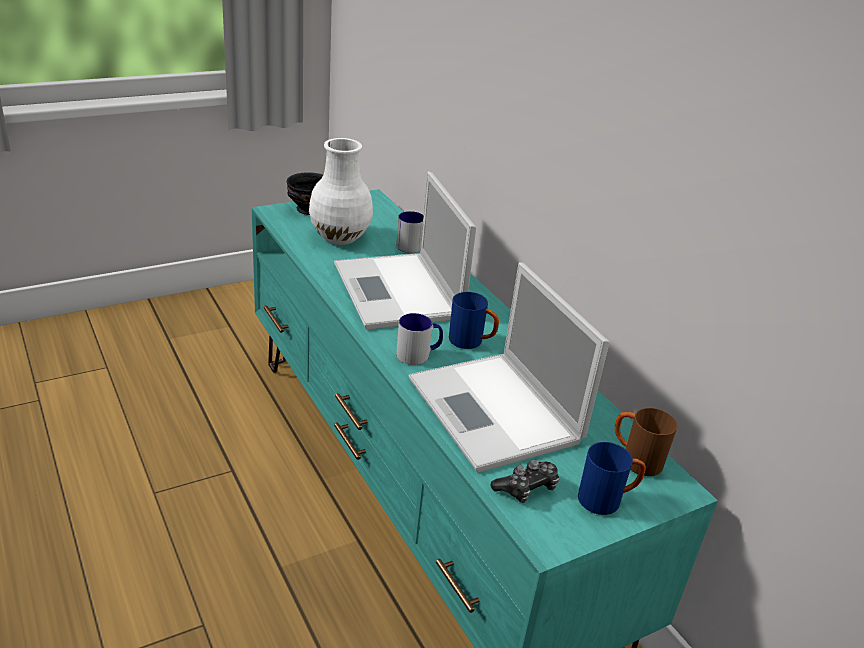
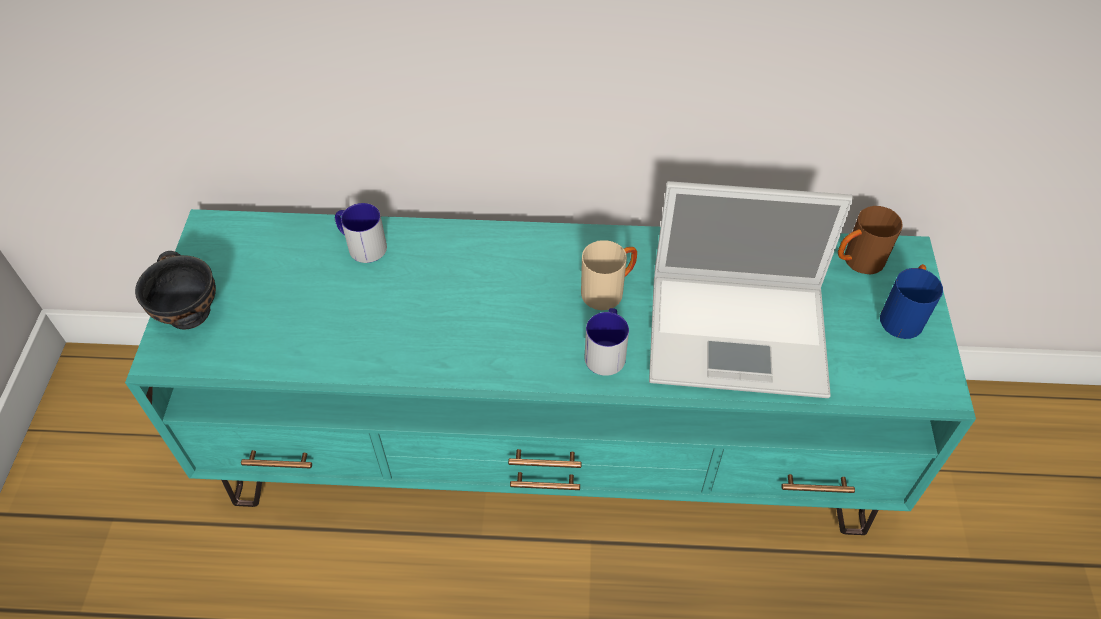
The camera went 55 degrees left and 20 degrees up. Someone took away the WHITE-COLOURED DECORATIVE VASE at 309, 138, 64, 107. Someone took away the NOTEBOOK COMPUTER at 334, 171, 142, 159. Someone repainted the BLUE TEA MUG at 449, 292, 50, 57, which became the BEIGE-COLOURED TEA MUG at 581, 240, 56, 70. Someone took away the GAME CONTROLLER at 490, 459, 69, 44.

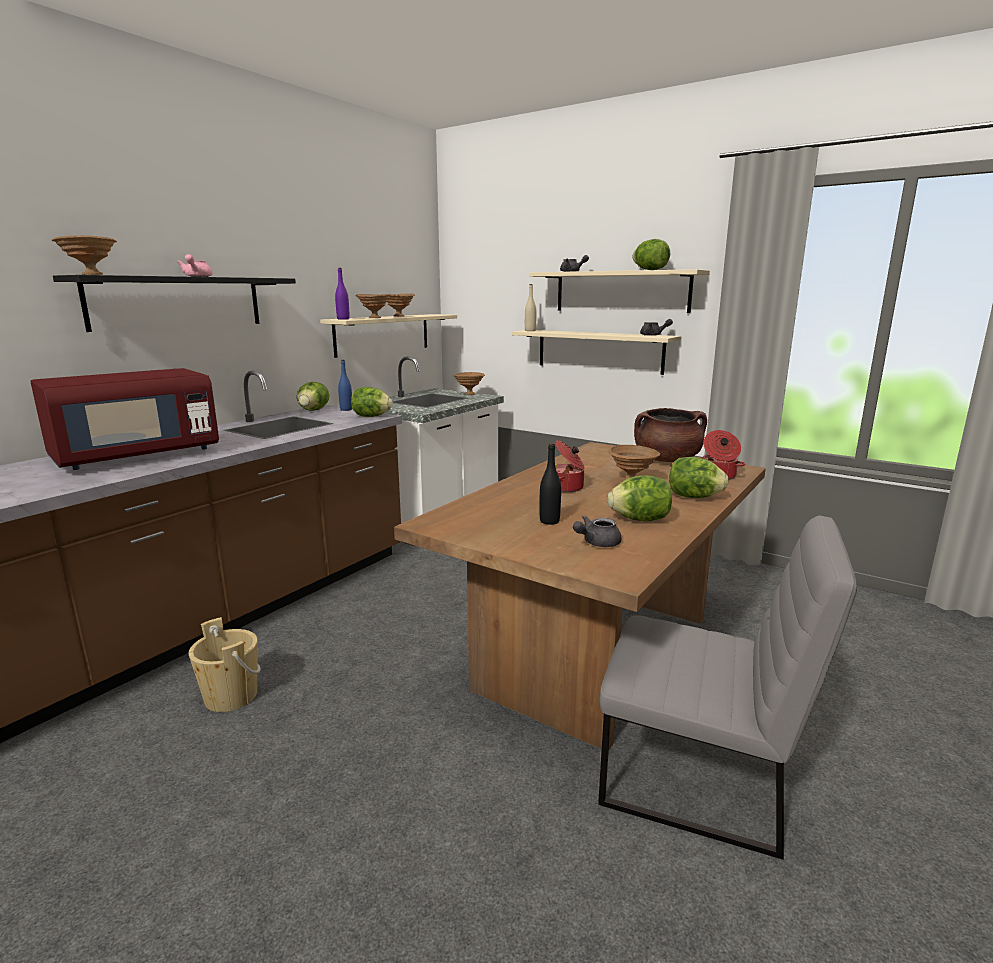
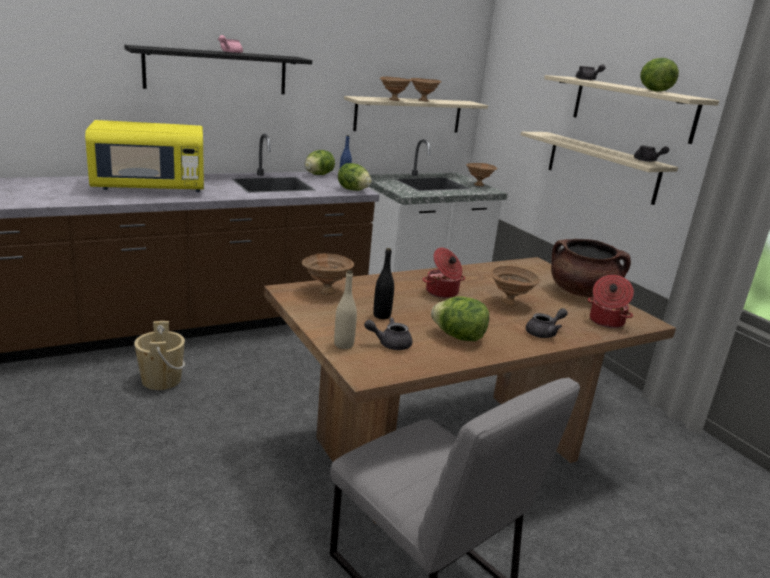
The camera went 25 degrees right and 5 degrees up. Someone repainted the RED MICROWAVE at 31, 368, 188, 102, which became the YELLOWISH MICROWAVE at 85, 120, 119, 72. Someone carried the BROWN SERVING BOWL from 52, 235, 65, 40 to 302, 253, 52, 42. Someone took away the PURPLISH BOTTLE at 335, 268, 14, 52. Someone carried the BEIGE-COLOURED BOTTLE from 525, 284, 12, 47 to 334, 270, 23, 79. Someone swapped the LETTUCE at 669, 457, 60, 41 for the GREYISH TEA POT at 526, 308, 42, 30.

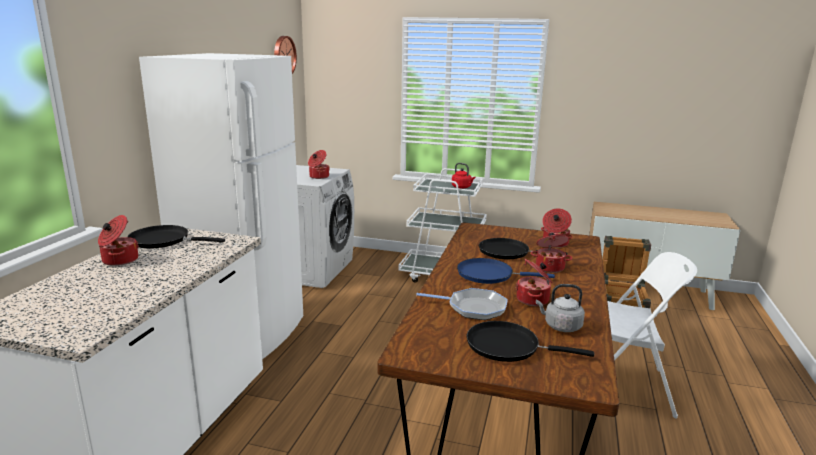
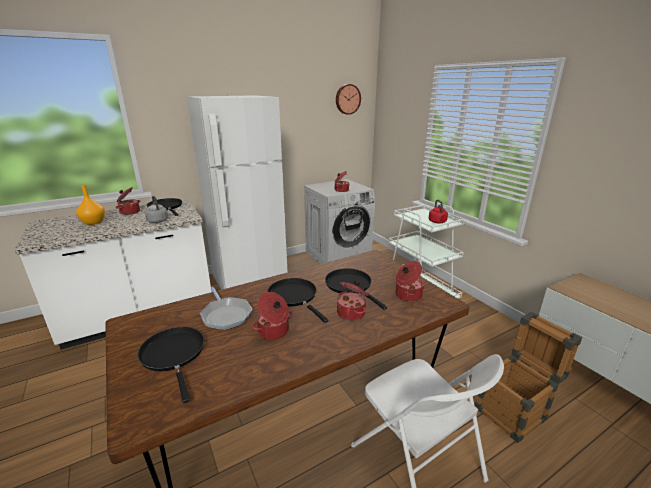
The camera went 45 degrees right and 5 degrees up. Someone repainted the BLUE FRYING PAN at 457, 258, 98, 26, which became the BLACK-COLOURED FRYING PAN at 267, 278, 61, 45. Someone carried the GREYISH KETTLE from 536, 284, 49, 48 to 145, 196, 23, 27. Someone put down the ORANGE-COLOURED DECORATIVE VASE at 76, 185, 29, 40.

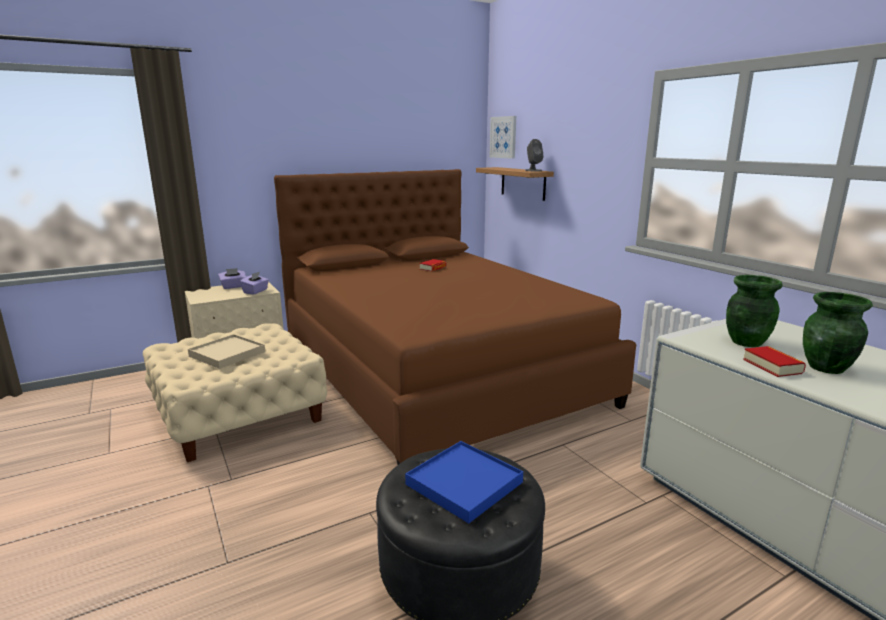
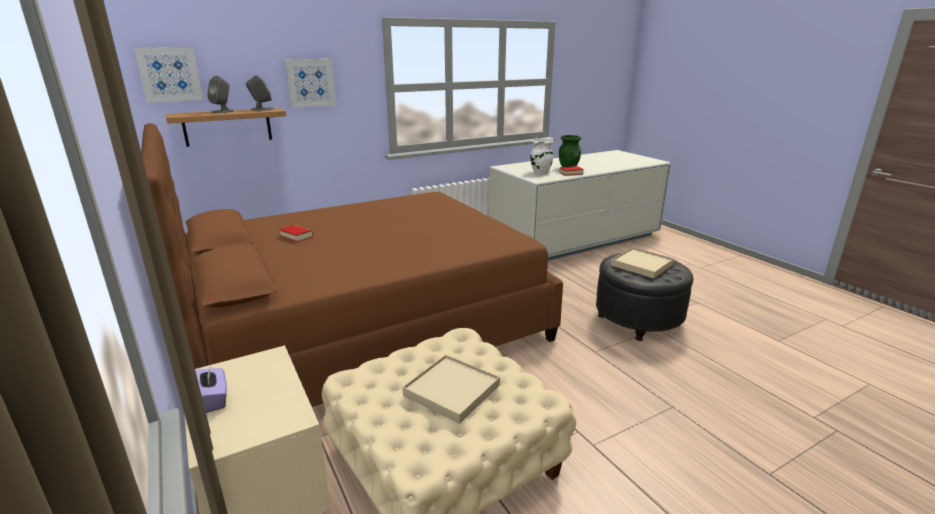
The camera went 90 degrees left and 5 degrees up. Someone took away the PURPLISH BOX OF TISSUES at 240, 272, 29, 22. Someone repainted the BLUE SERVING TRAY at 405, 441, 118, 82, which became the BEIGE-COLOURED SERVING TRAY at 611, 247, 63, 31. Someone repainted the GREEN-COLOURED DECORATIVE VASE at 726, 275, 56, 72, which became the WHITE-COLOURED DECORATIVE VASE at 531, 138, 22, 36. Someone put down the GREYISH AUDIO SPEAKER at 207, 76, 27, 37. Someone put up the WALL ART at 285, 59, 51, 49.

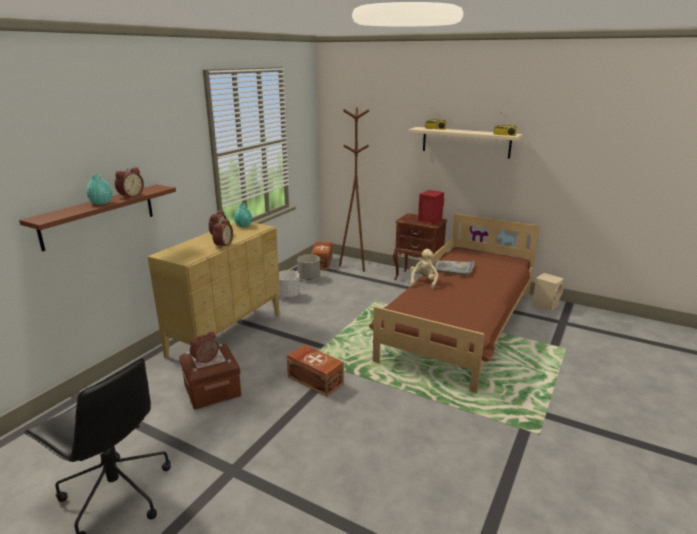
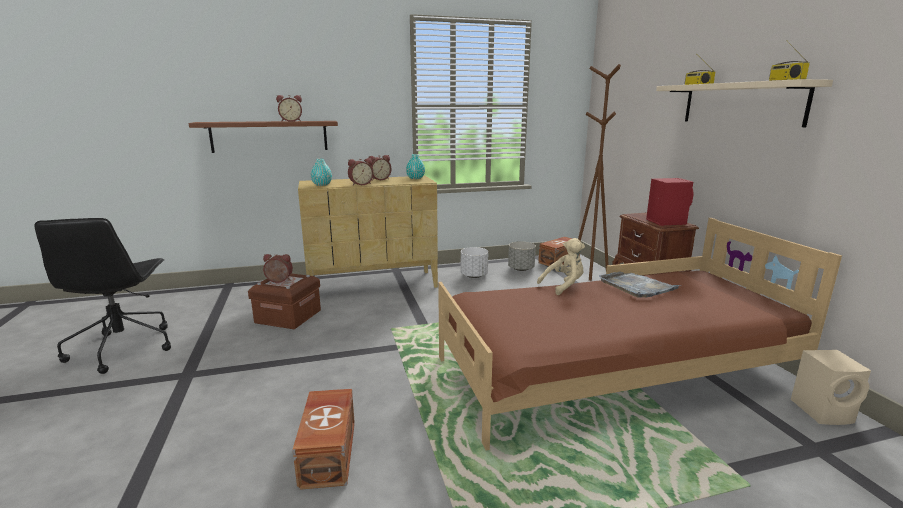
The camera went 45 degrees right and 5 degrees down. Someone carried the BLUE-GREEN DECORATIVE VASE from 87, 174, 25, 31 to 311, 159, 21, 27. Someone carried the BROWN STORAGE BIN from 287, 344, 57, 53 to 292, 389, 63, 101.

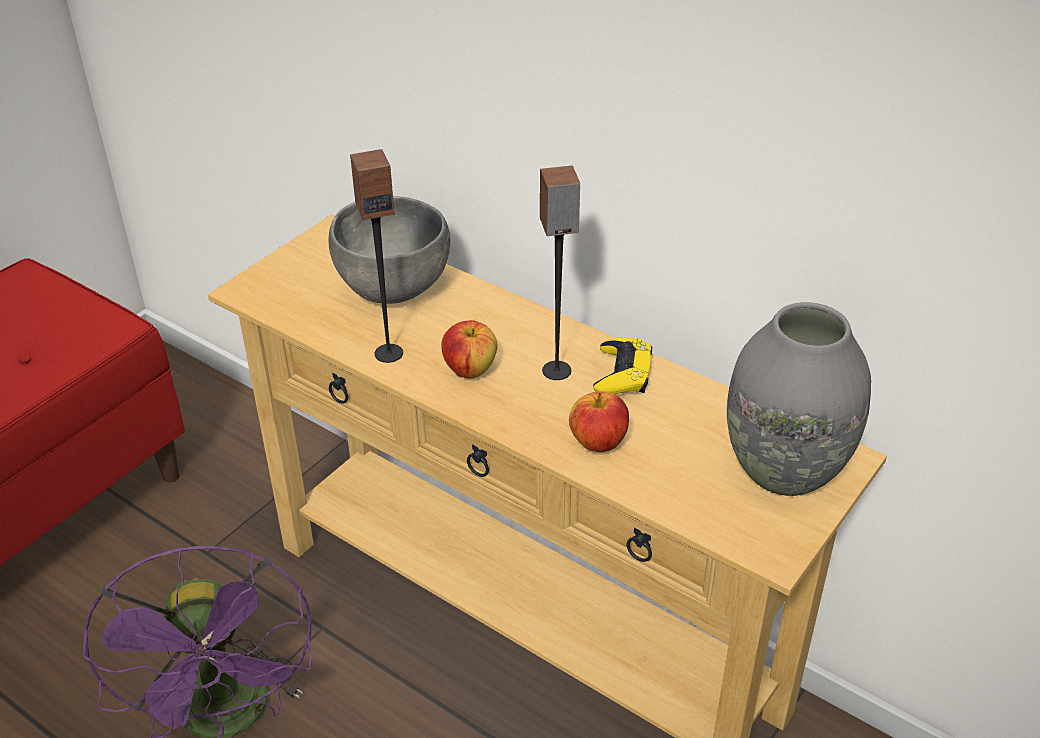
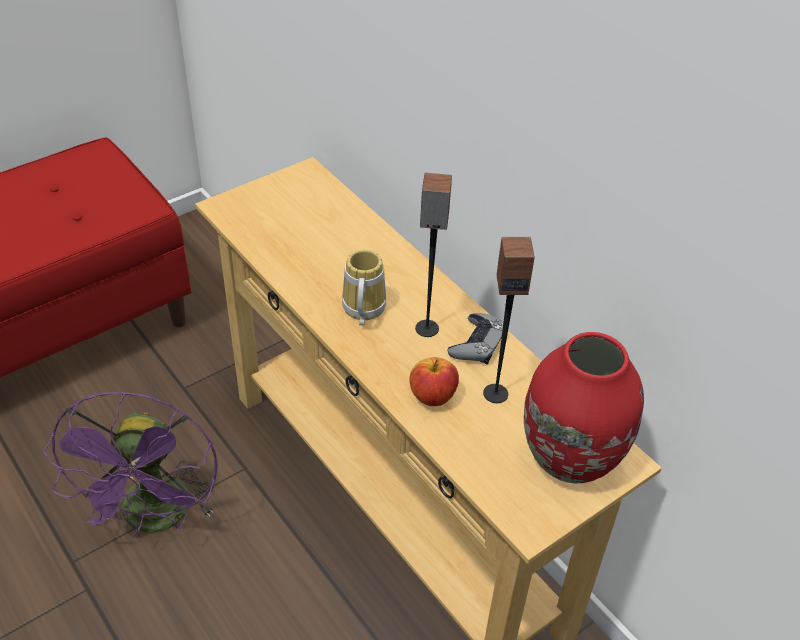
The camera went 15 degrees right and 5 degrees up. Someone took away the GREYISH SERVING BOWL at 328, 196, 122, 108. Someone carried the AUDIO SPEAKER from 350, 149, 53, 214 to 483, 237, 52, 166. Someone swapped the WHOLE APPLE at 441, 320, 57, 58 for the TEA MUG at 342, 249, 44, 77. Someone repainted the YELLOWISH GAME CONTROLLER at 593, 337, 59, 57, which became the GREYISH GAME CONTROLLER at 448, 313, 55, 51. Someone repainted the GREYISH DECORATIVE VASE at 727, 302, 144, 194, which became the RED DECORATIVE VASE at 524, 332, 120, 151.

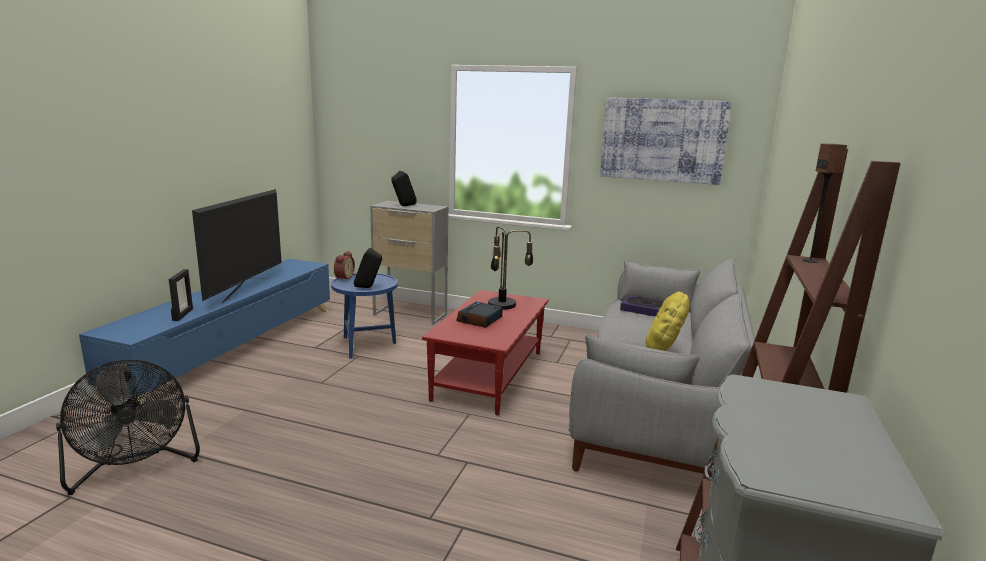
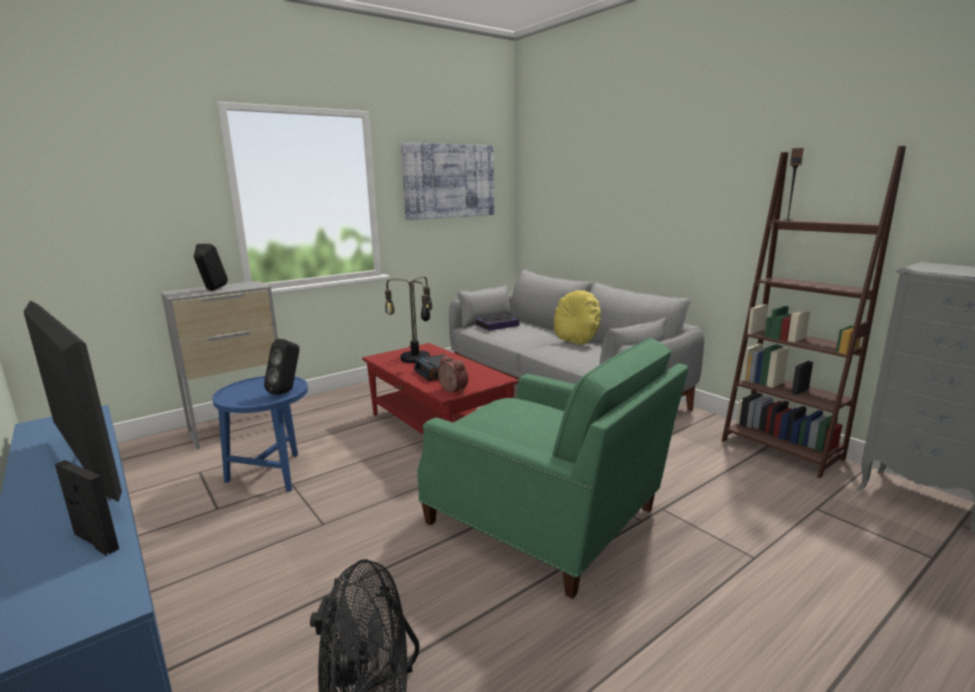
The camera went 55 degrees left and 0 degrees up. Someone carried the ALARM CLOCK from 334, 251, 21, 30 to 438, 355, 30, 38. Someone put down the GREEN-COLOURED LOUNGE CHAIR at 417, 337, 272, 262.

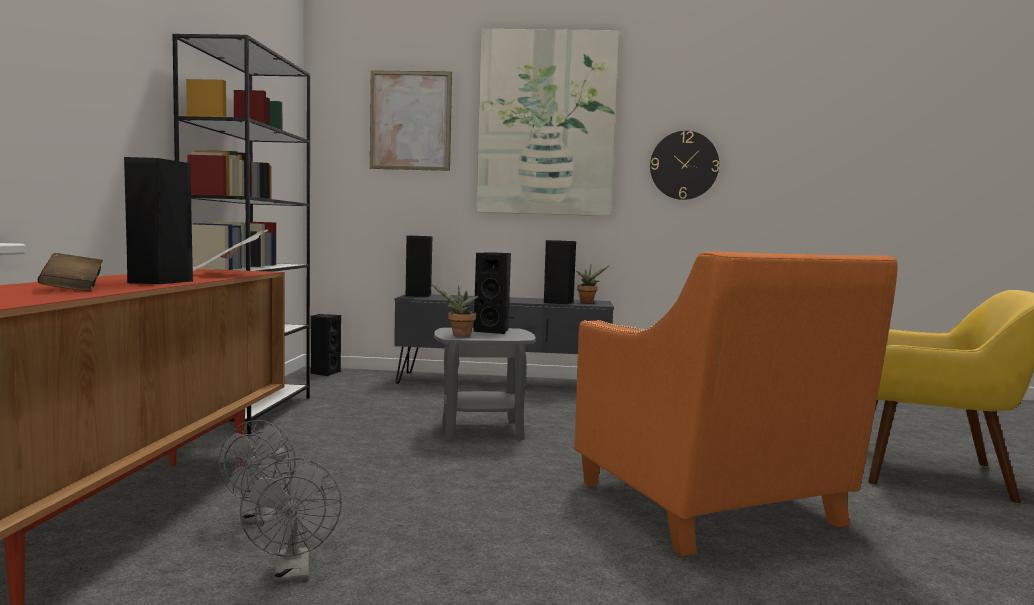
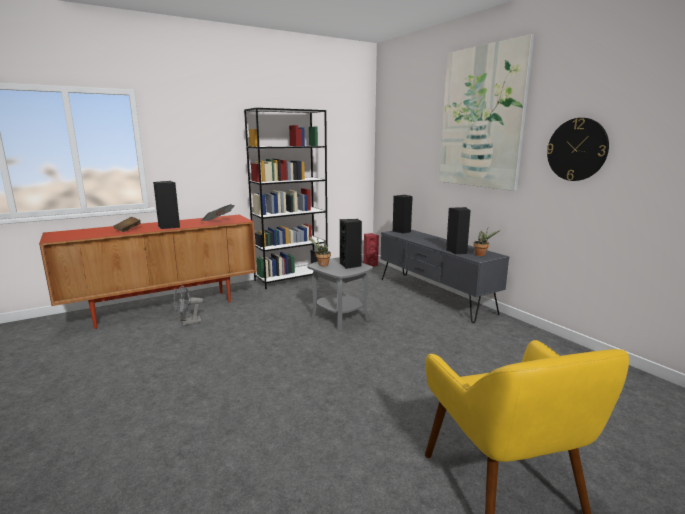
The camera went 55 degrees right and 10 degrees up. Someone took away the GREYISH FAN at 240, 458, 102, 125. Someone repainted the BLACK-COLOURED AUDIO SPEAKER at 311, 314, 30, 62, which became the RED AUDIO SPEAKER at 364, 233, 15, 34. Someone took away the WALL ART at 370, 70, 82, 101. Someone took away the ORANGE-COLOURED LOUNGE CHAIR at 574, 252, 324, 304.

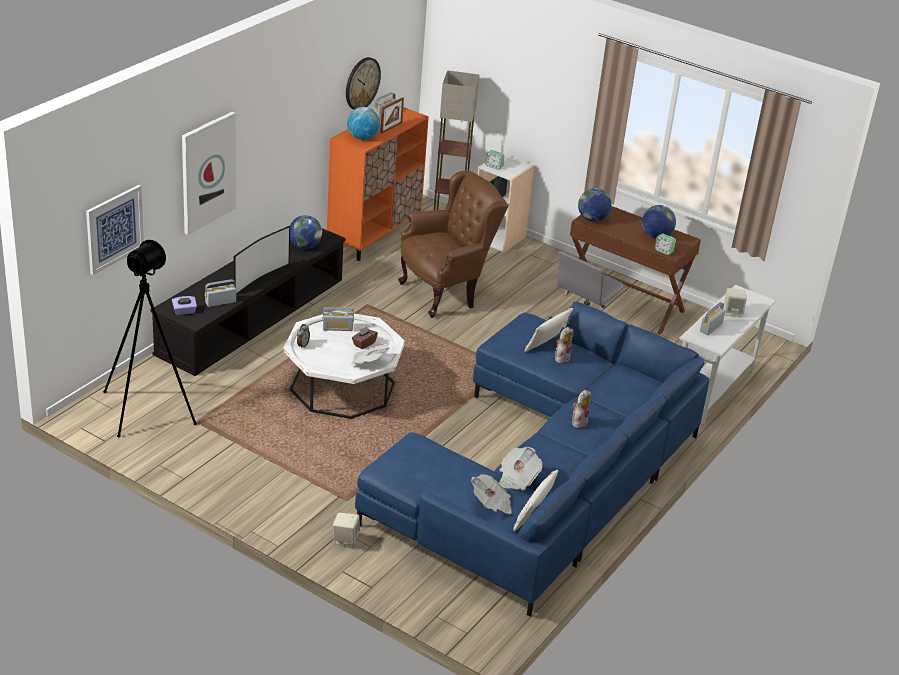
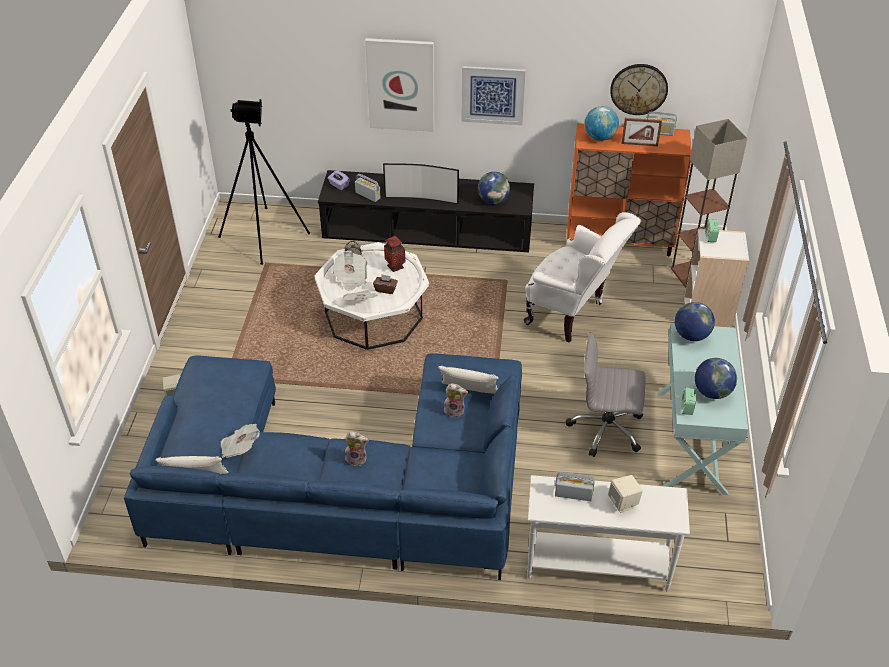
The camera went 65 degrees right and 10 degrees up. Someone carried the WALL ART from 86, 185, 58, 90 to 461, 66, 65, 59. Someone swapped the RADIO SET at 322, 307, 32, 24 for the DECORATIVE VASE at 384, 236, 22, 36. Someone repainted the BROWN LOUNGE CHAIR at 398, 171, 111, 147, which became the WHITE-COLOURED LOUNGE CHAIR at 524, 212, 117, 131. Someone carried the PRINTED PAPER from 471, 474, 41, 40 to 333, 251, 34, 40. Someone repainted the BROWN DESK UNIT at 563, 206, 138, 129, which became the BLUE-GREEN DESK UNIT at 657, 323, 91, 172.

